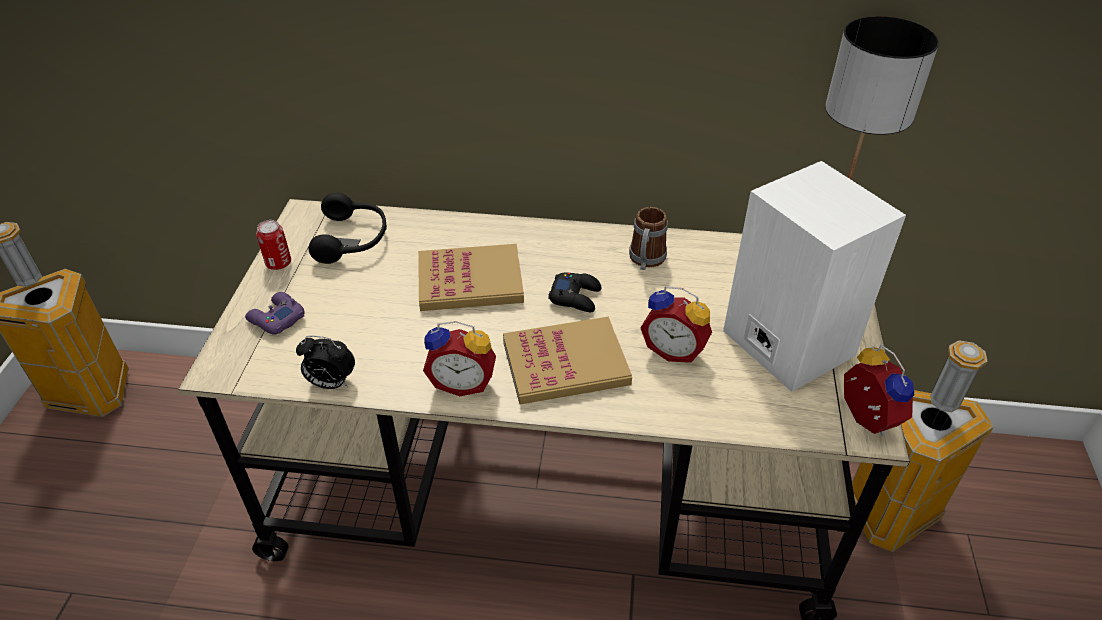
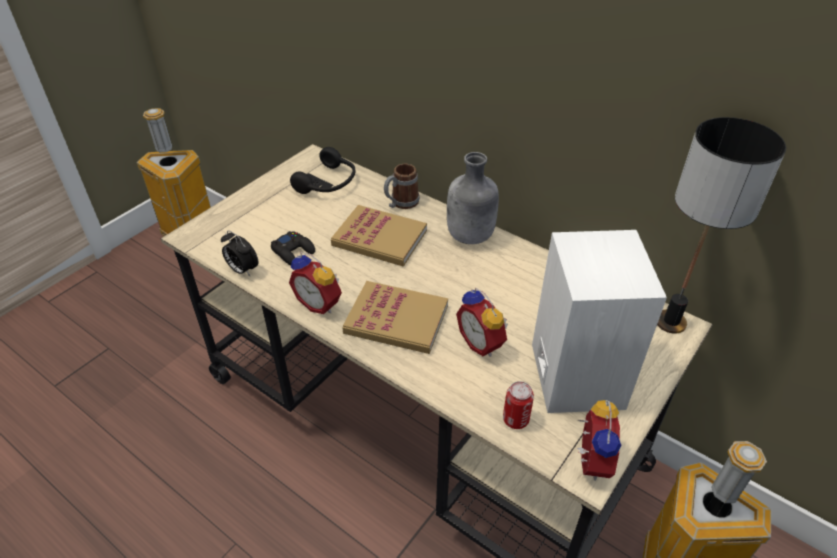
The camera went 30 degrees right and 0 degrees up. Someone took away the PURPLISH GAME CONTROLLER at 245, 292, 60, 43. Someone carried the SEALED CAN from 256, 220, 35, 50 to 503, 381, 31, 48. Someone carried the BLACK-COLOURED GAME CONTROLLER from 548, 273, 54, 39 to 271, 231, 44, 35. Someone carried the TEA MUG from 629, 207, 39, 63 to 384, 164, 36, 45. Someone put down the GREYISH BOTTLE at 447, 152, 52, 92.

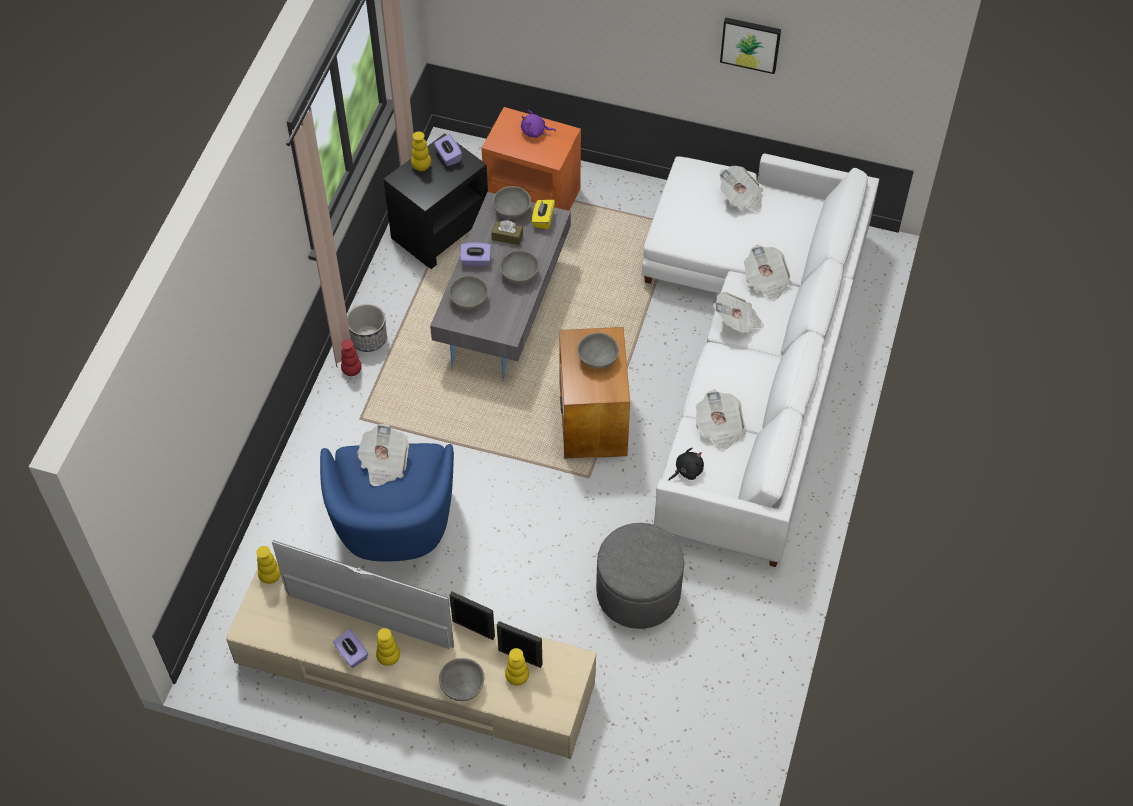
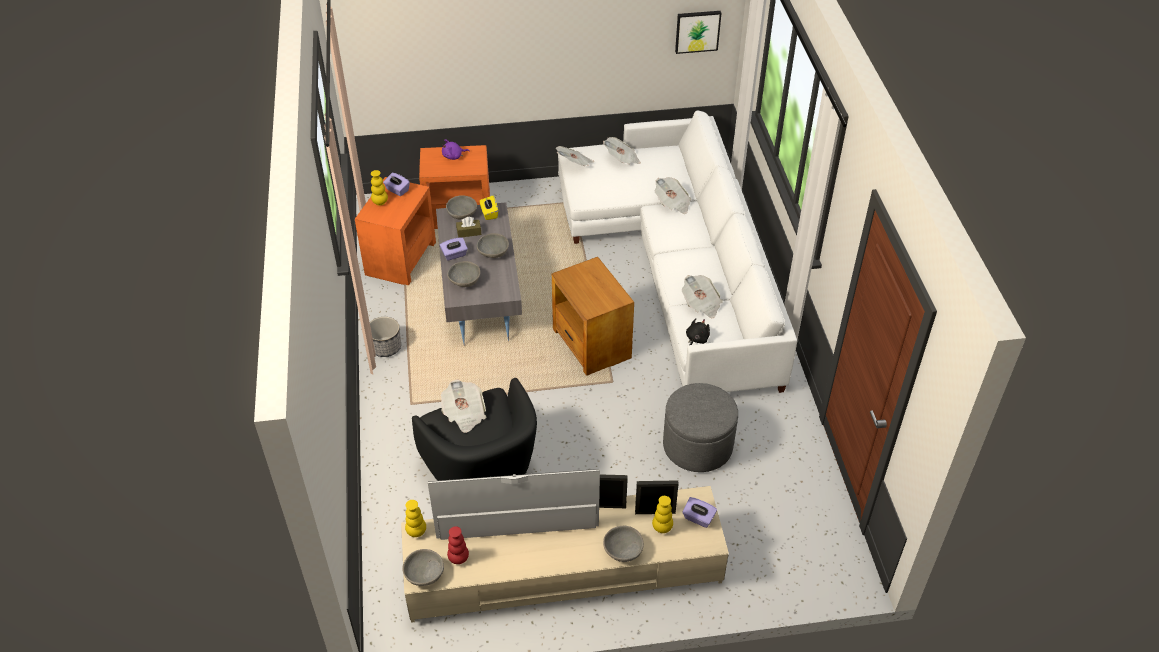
The camera went 25 degrees left and 10 degrees down. Someone repainted the BLUE LOUNGE CHAIR at 320, 443, 134, 118, which became the BLACK-COLOURED LOUNGE CHAIR at 412, 378, 125, 103. Someone carried the PURPLISH BOX OF TISSUES from 333, 629, 35, 39 to 682, 497, 35, 31. Someone carried the RED DECORATIVE VASE from 341, 339, 21, 37 to 447, 526, 22, 38. Someone took away the YELLOWISH DECORATIVE VASE at 376, 628, 24, 38. Someone repainted the BLACK-COLOURED SIDE TABLE at 384, 133, 104, 136, which became the ORANGE-COLOURED SIDE TABLE at 355, 177, 81, 109. Someone carried the GREYISH SERVING BOWL from 577, 333, 42, 36 to 402, 549, 42, 37. Someone carried the PRINTED PAPER from 713, 292, 51, 41 to 556, 146, 38, 20. Someone carried the WALL ART from 720, 17, 61, 57 to 675, 11, 46, 43.

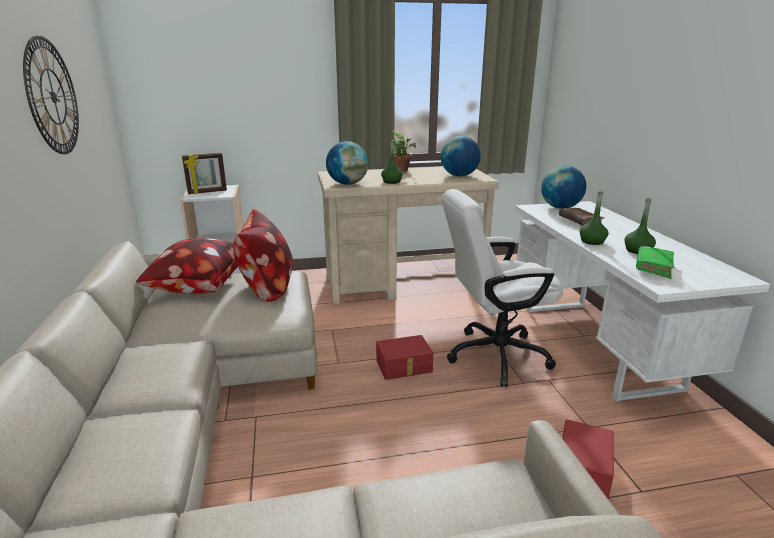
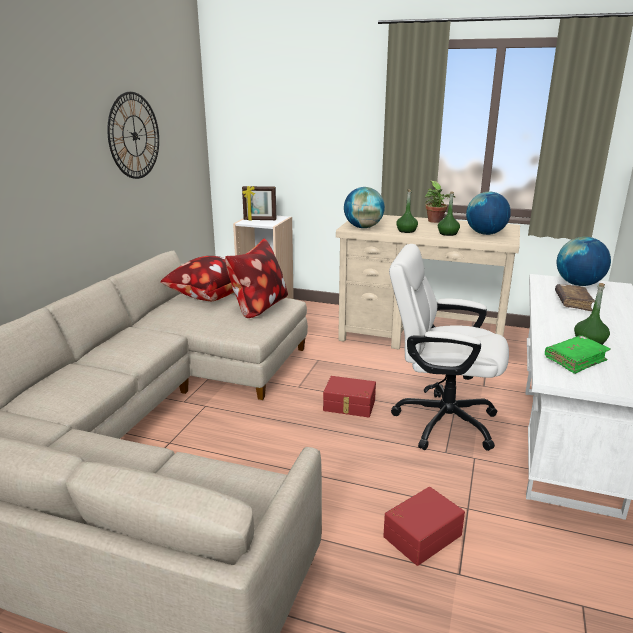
The camera went 30 degrees right and 0 degrees up. Someone carried the GREEN-COLOURED BOTTLE from 580, 191, 29, 54 to 438, 192, 22, 44.

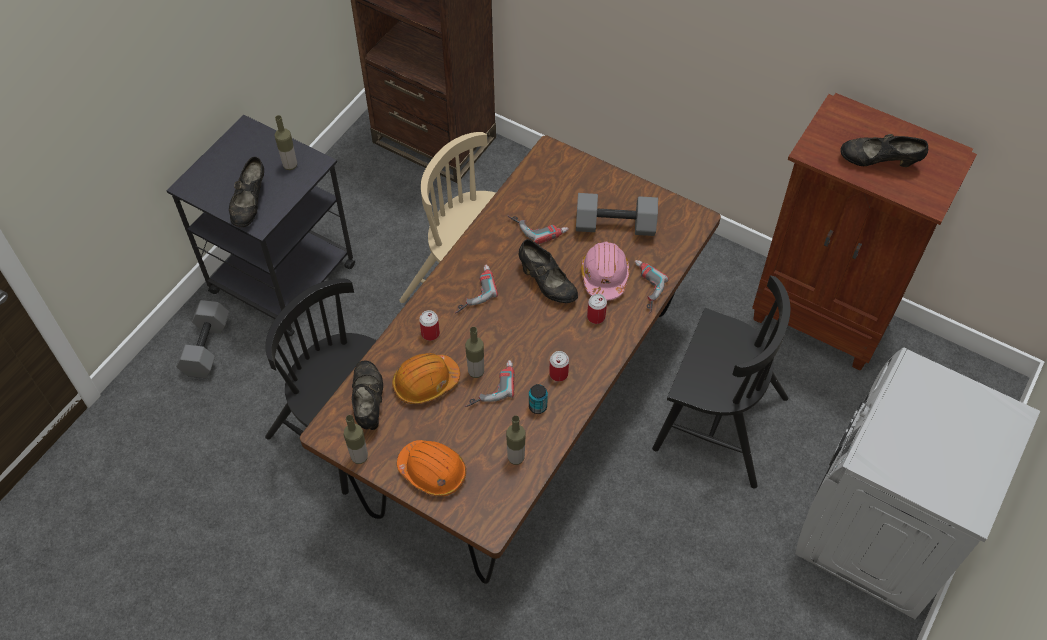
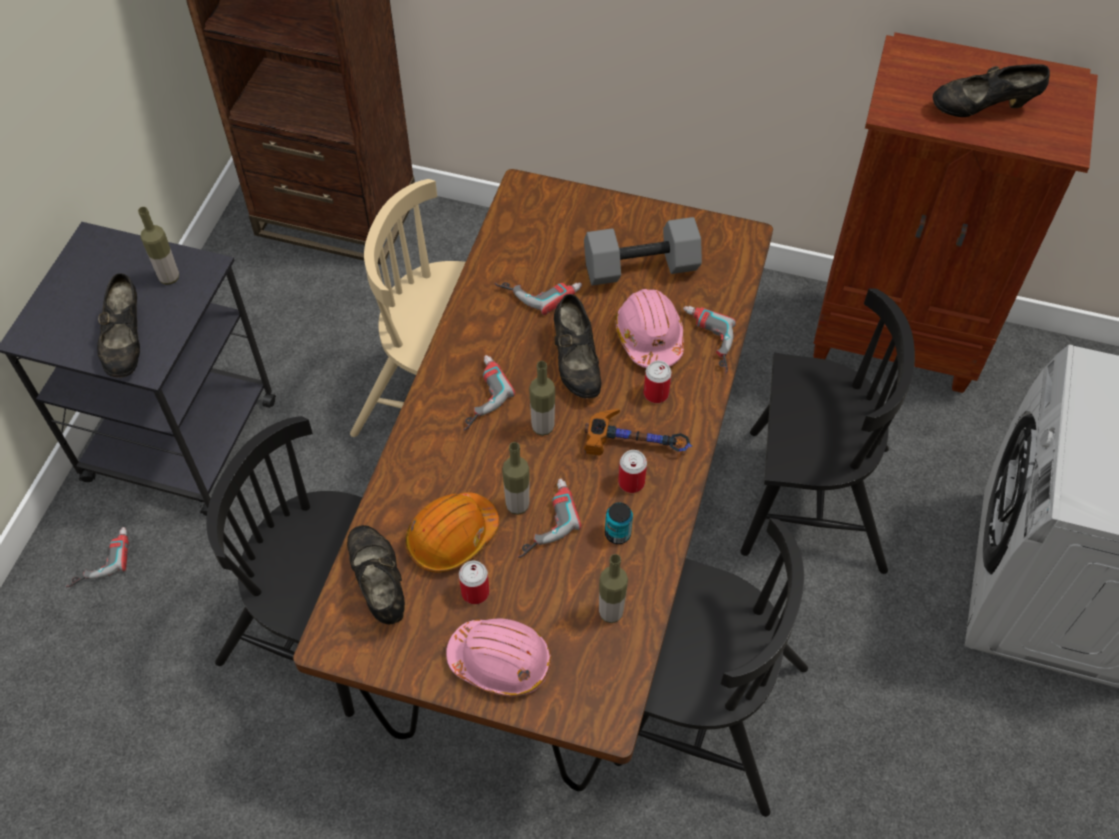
The camera went 15 degrees left and 0 degrees up. Someone swapped the GREYISH FREE WEIGHT at 176, 300, 54, 78 for the ELECTRIC DRILL at 66, 527, 63, 60. Someone carried the BOTTLE from 344, 415, 24, 49 to 529, 361, 26, 75. Someone repainted the ORANGE-COLOURED WORK HELMET at 397, 440, 69, 56, which became the PINKISH WORK HELMET at 446, 619, 105, 78. Someone carried the SEALED CAN from 419, 310, 21, 31 to 459, 561, 30, 43. Someone rotated the BLACK-COLOURED LOW SHOE at 519, 239, 59, 64 by 45 degrees clockwise. Someone put down the TOOL HAMMER at 584, 409, 109, 47. Someone put down the BLACK-COLOURED PLAIN CHAIR at 614, 518, 194, 299.

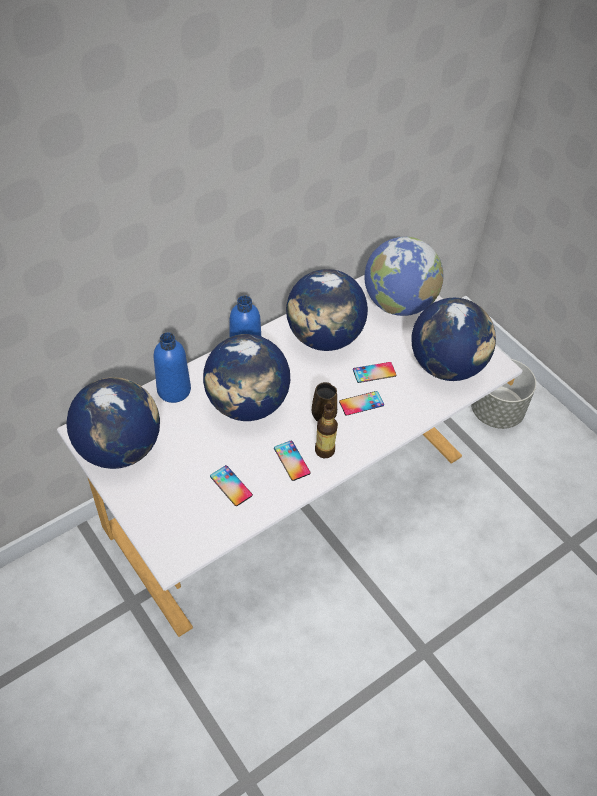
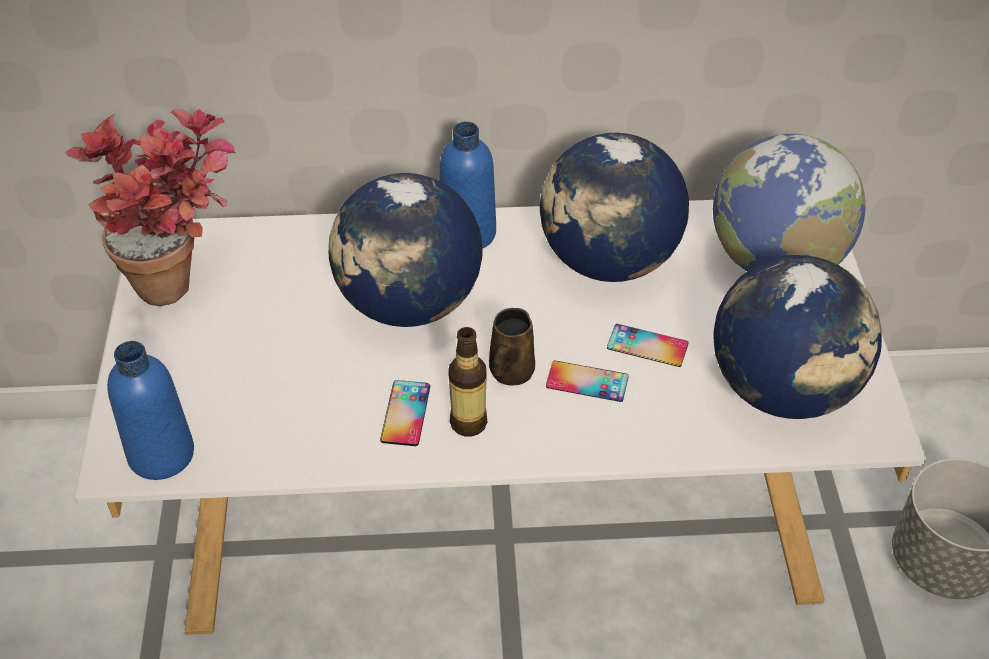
The camera went 35 degrees right and 5 degrees down. Someone swapped the DESK GLOBE at 66, 377, 94, 92 for the POTTED PLANT at 65, 109, 171, 197. Someone carried the BLUE BOTTLE from 154, 332, 37, 71 to 107, 341, 87, 139. Someone took away the TELEPHONE at 210, 465, 43, 41.

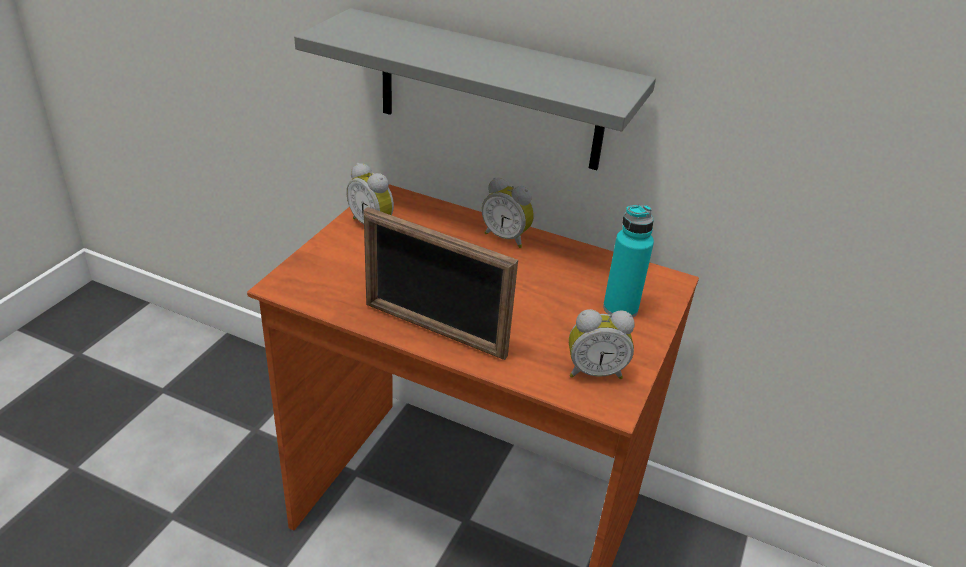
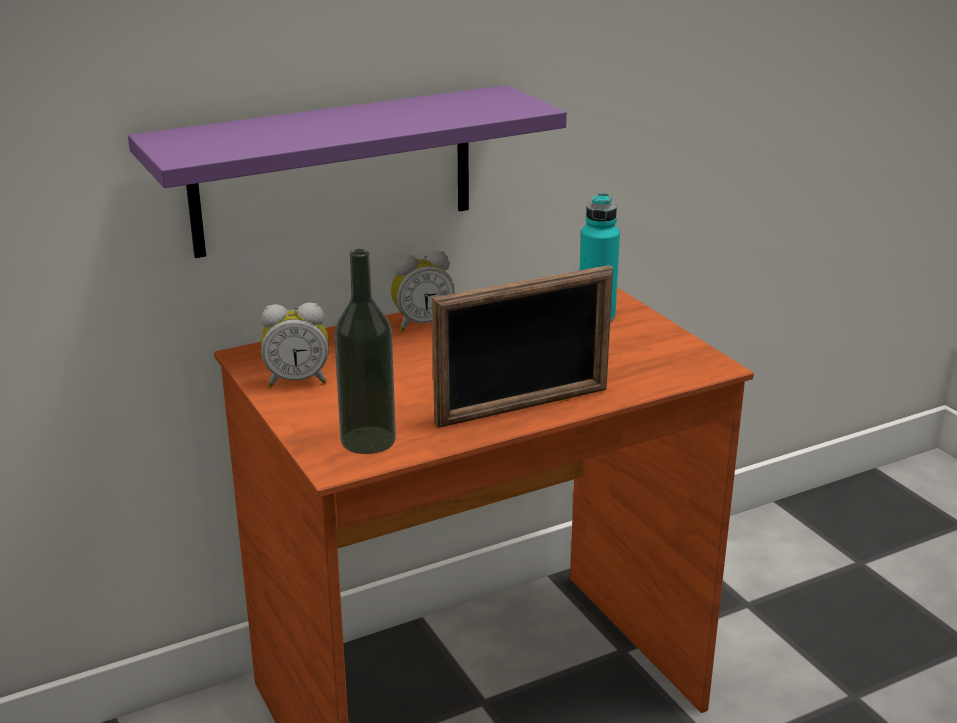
The camera went 50 degrees left and 10 degrees down. Someone repainted the GREYISH SHELF at 294, 8, 362, 162, which became the PURPLISH SHELF at 128, 85, 439, 173. Someone took away the ALARM CLOCK at 569, 309, 66, 70. Someone put down the BOTTLE at 334, 249, 62, 205.

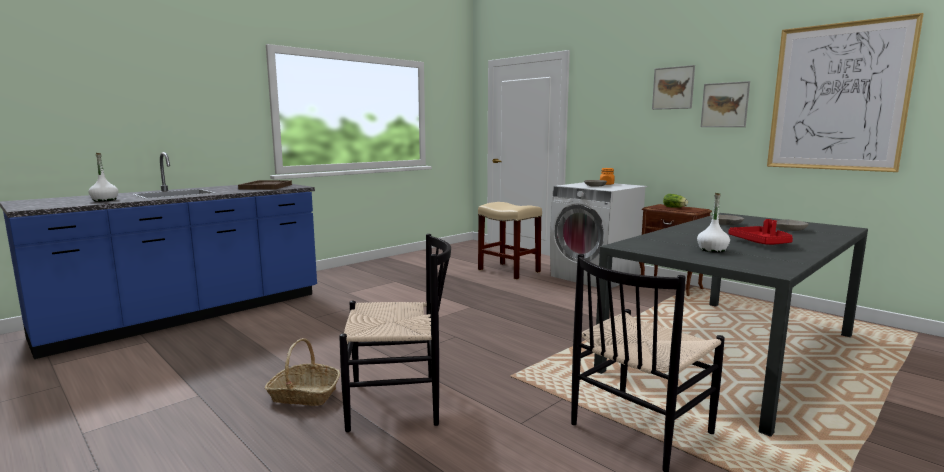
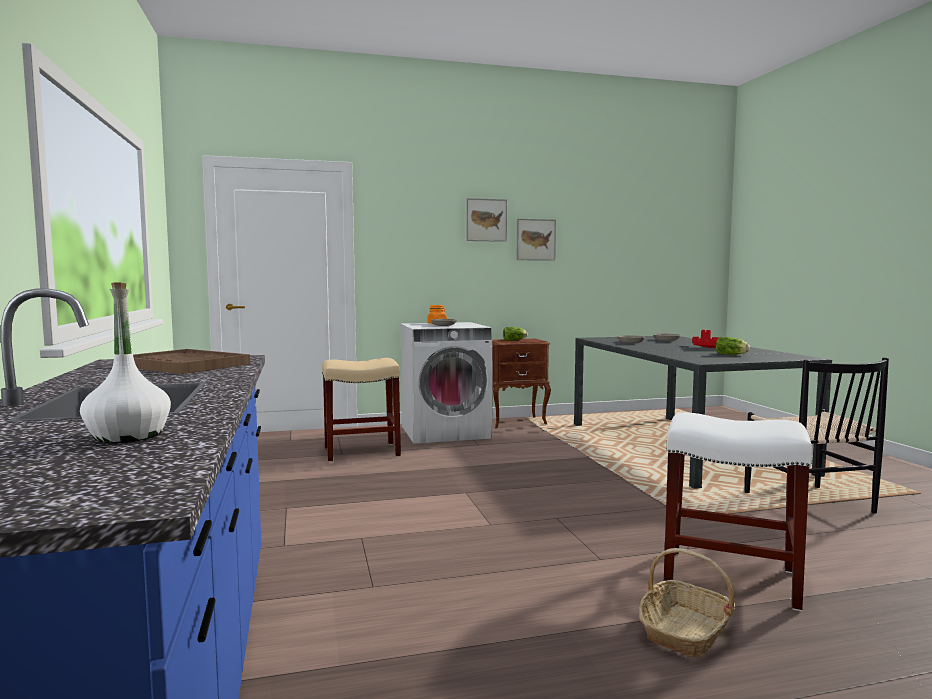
The camera went 60 degrees left and 5 degrees down. Someone swapped the BLACK-COLOURED PLAIN CHAIR at 339, 234, 112, 198 for the WHITE-COLOURED STOOL at 664, 412, 149, 199. Someone swapped the WHITE-COLOURED BOTTLE at 697, 193, 33, 60 for the LETTUCE at 716, 337, 34, 18. Someone took away the WALL ART at 767, 13, 157, 159.

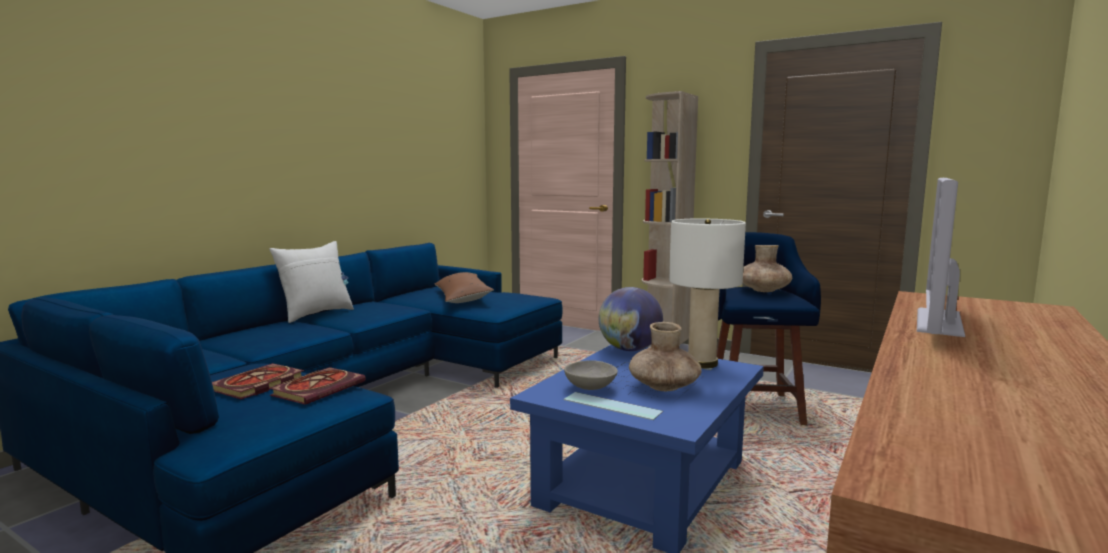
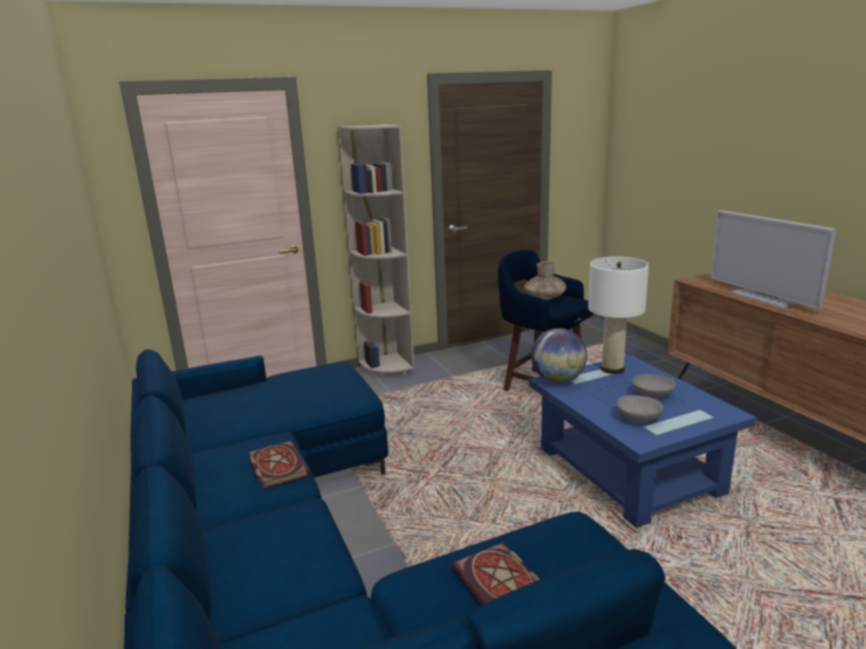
The camera went 55 degrees left and 10 degrees up. Someone took away the GREYISH CUSHION at 269, 241, 85, 82. Someone carried the BOUND BOOK from 269, 367, 97, 38 to 248, 441, 62, 48. Someone took away the BROWN CUSHION at 434, 272, 60, 31. Someone swapped the BROWN DECORATIVE VASE at 629, 322, 73, 69 for the GREYISH SERVING BOWL at 632, 374, 43, 24.

